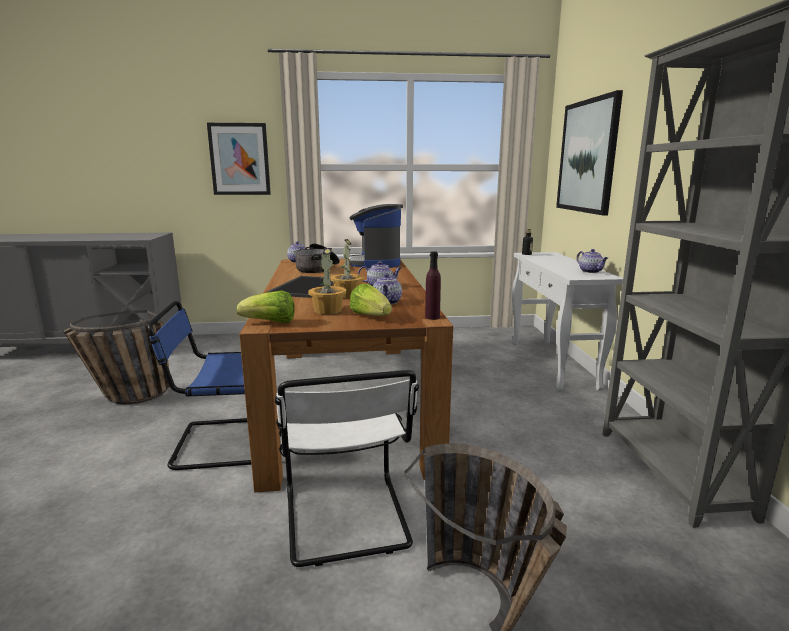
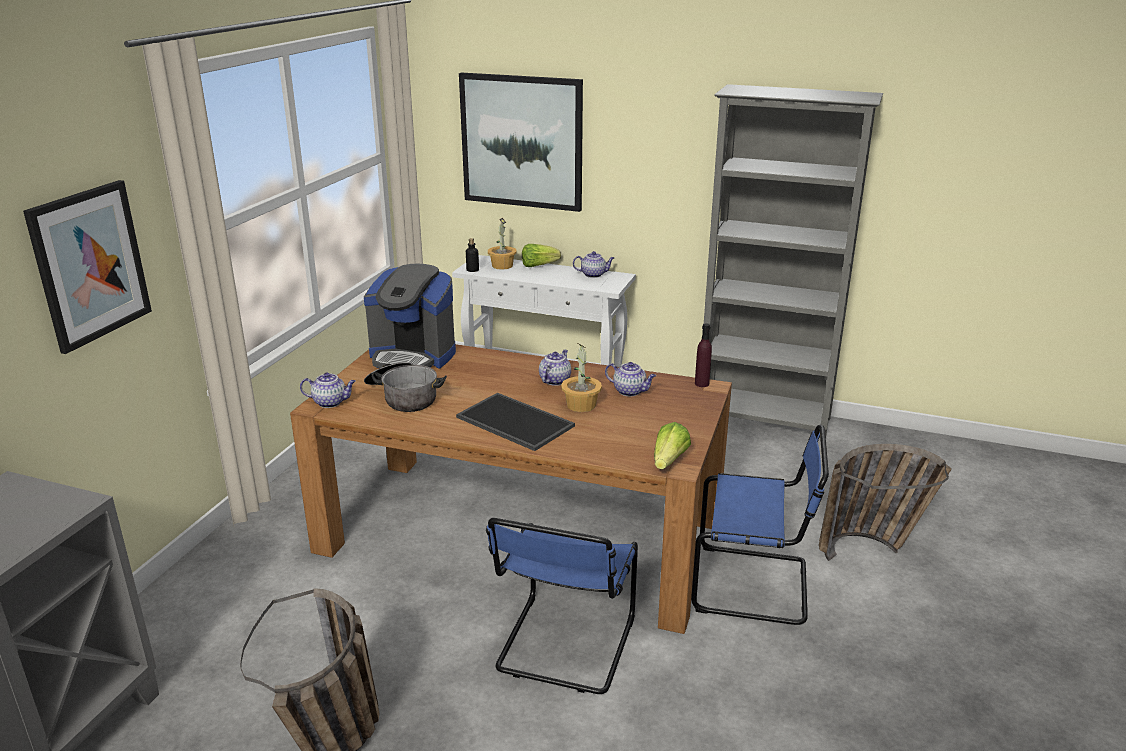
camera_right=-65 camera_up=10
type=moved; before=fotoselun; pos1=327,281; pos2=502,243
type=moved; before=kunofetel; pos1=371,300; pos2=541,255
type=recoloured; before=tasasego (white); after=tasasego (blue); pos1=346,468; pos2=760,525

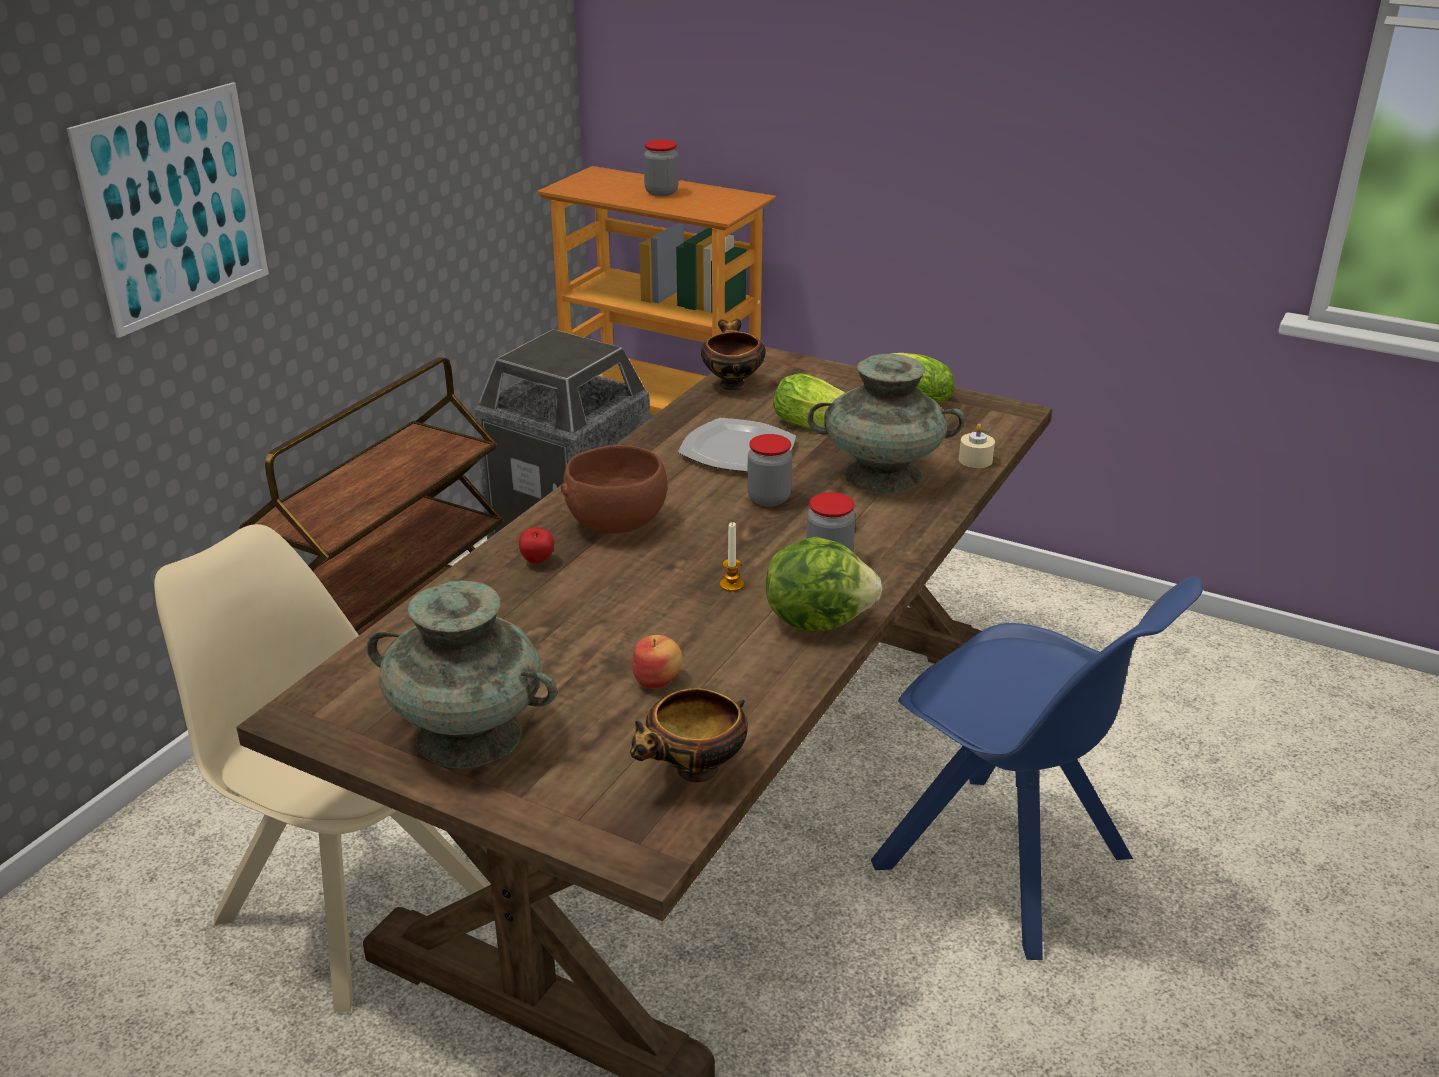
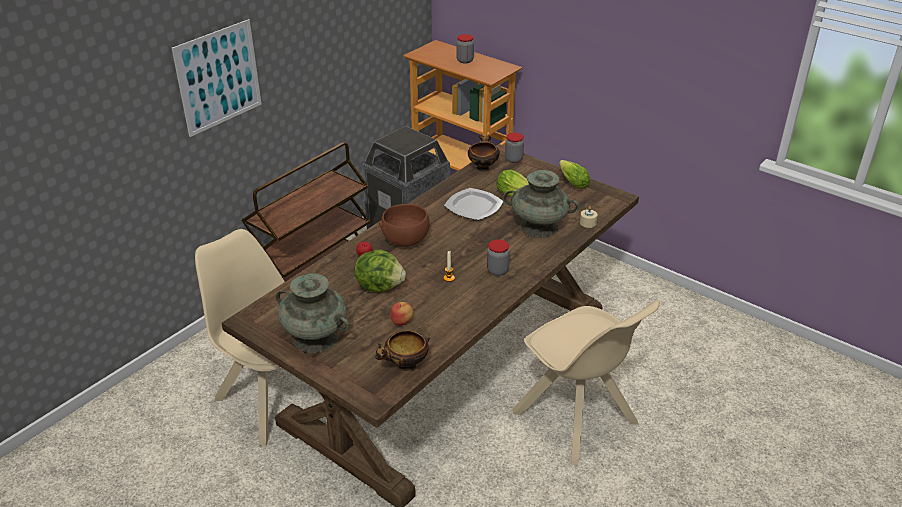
camera_right=10 camera_up=5
type=moved; before=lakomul; pos1=769,470; pos2=514,148
type=moved; before=kunofetel; pos1=823,584; pos2=380,270
type=recoloured; before=tasasego (blue); after=tasasego (beige); pos1=1037,768; pos2=586,383

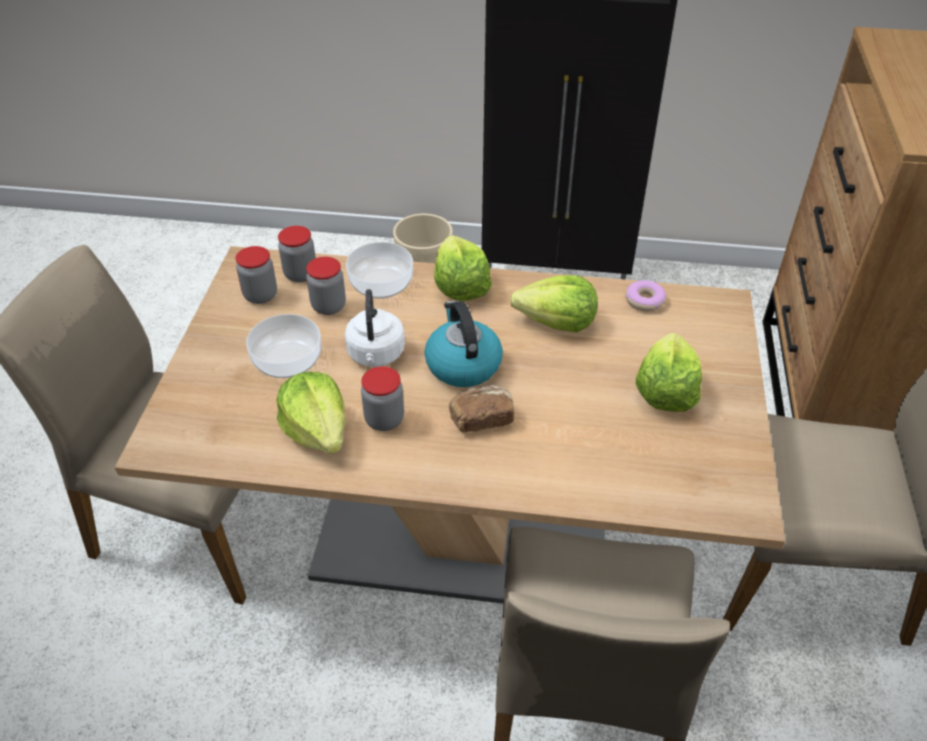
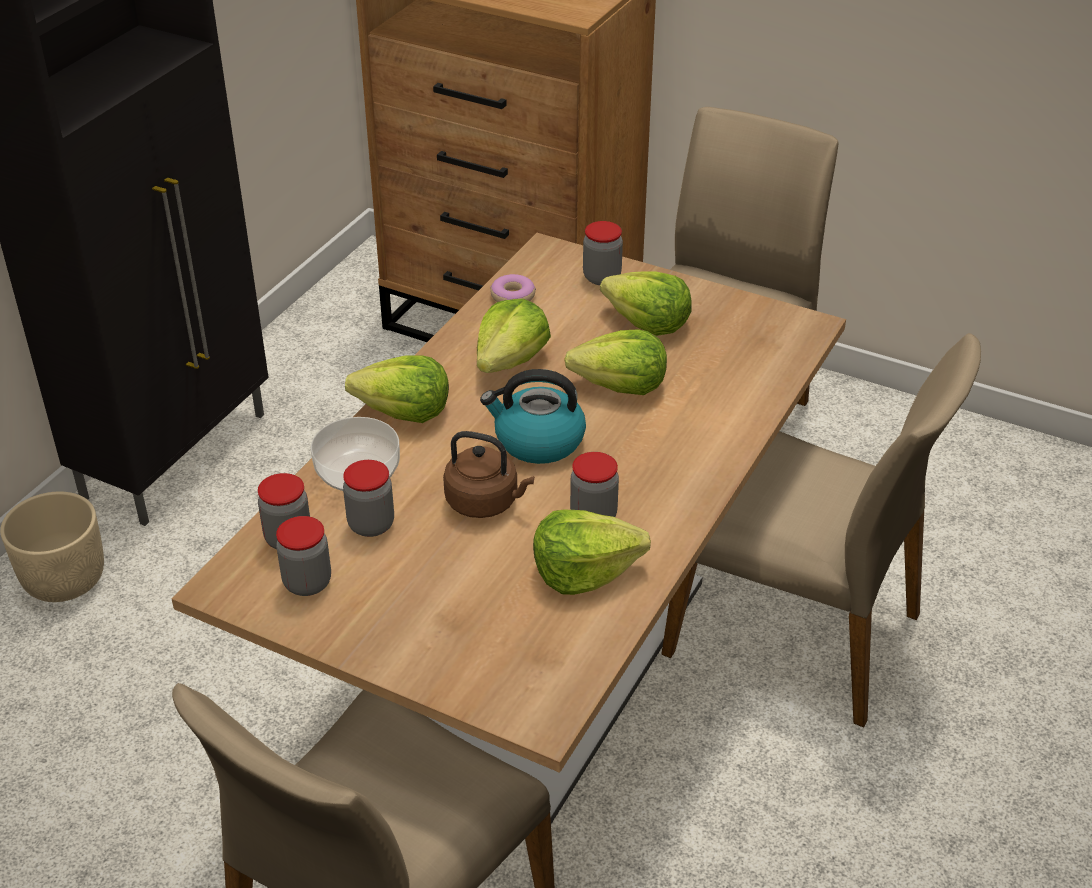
camera_right=-70 camera_up=-5
type=recoloured; before=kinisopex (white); after=kinisopex (brown); pos1=375,328; pos2=488,474
type=removed; before=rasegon; pos1=283,346
type=removed; before=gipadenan; pos1=481,408
type=added; after=lakomul; pos2=603,253
type=added; after=kunofetel; pos2=615,362

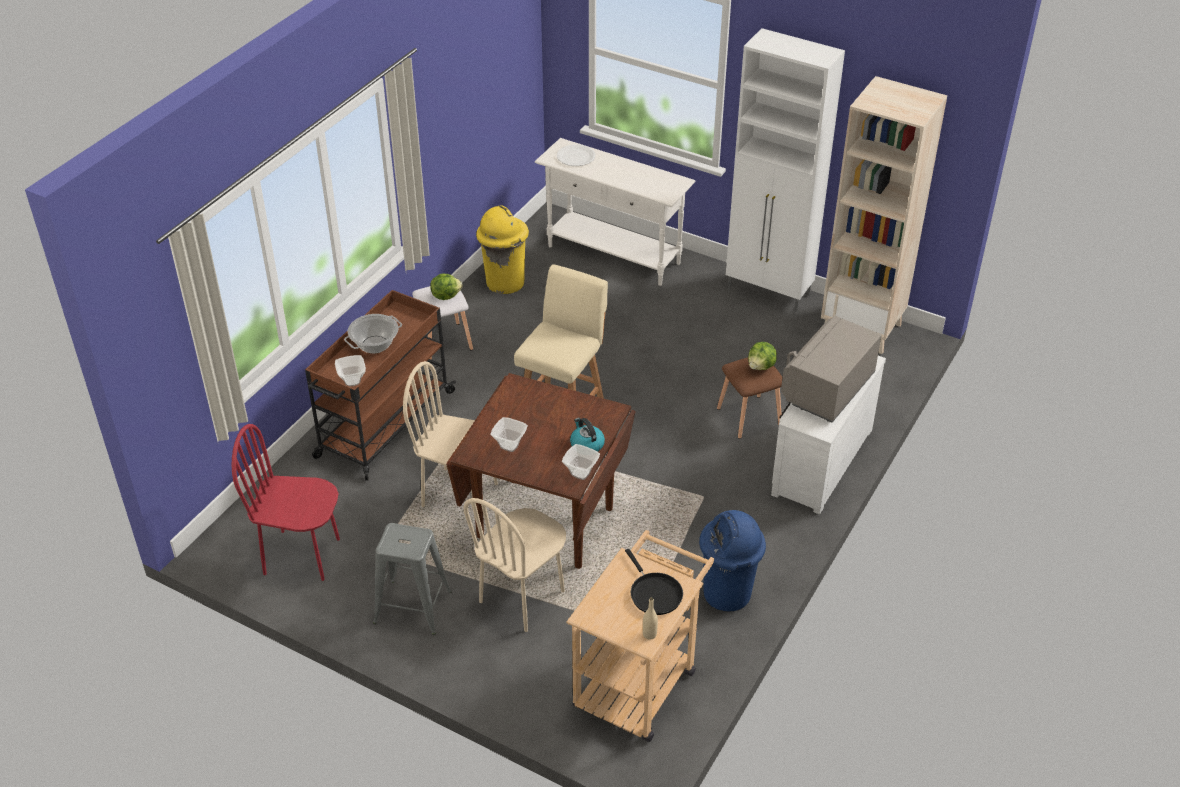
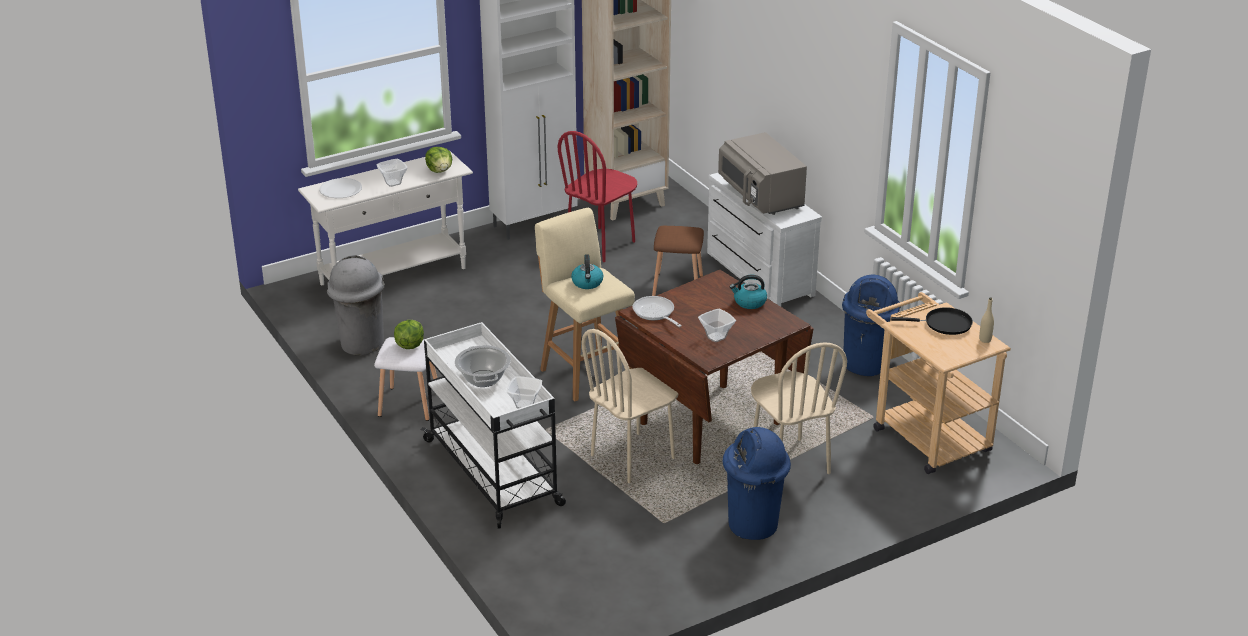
camera_right=-60 camera_up=-10
type=recoloured; before=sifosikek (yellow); after=sifosikek (grey); pos1=502,249; pos2=355,305
type=recoloured; before=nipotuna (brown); after=nipotuna (white); pos1=380,385; pos2=493,425
type=moved; before=kunofetel; pos1=762,356; pos2=438,160
type=moved; before=tasasego (red); pos1=286,502; pos2=597,196
type=moved; before=rasegon; pos1=581,462; pos2=392,173
type=replaced; before=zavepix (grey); after=sifosikek (blue); pos1=412,579; pos2=757,483
type=added; after=kinisopex; pos2=587,271
type=added; after=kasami; pos2=656,311

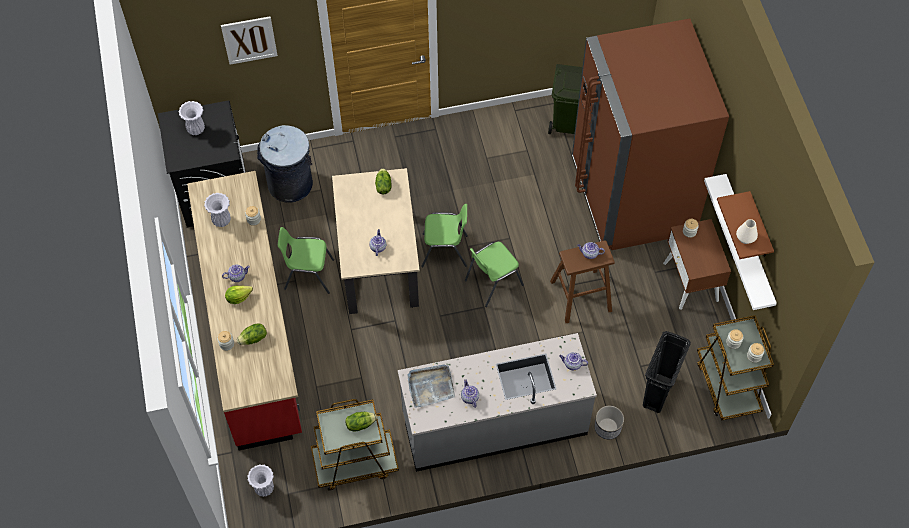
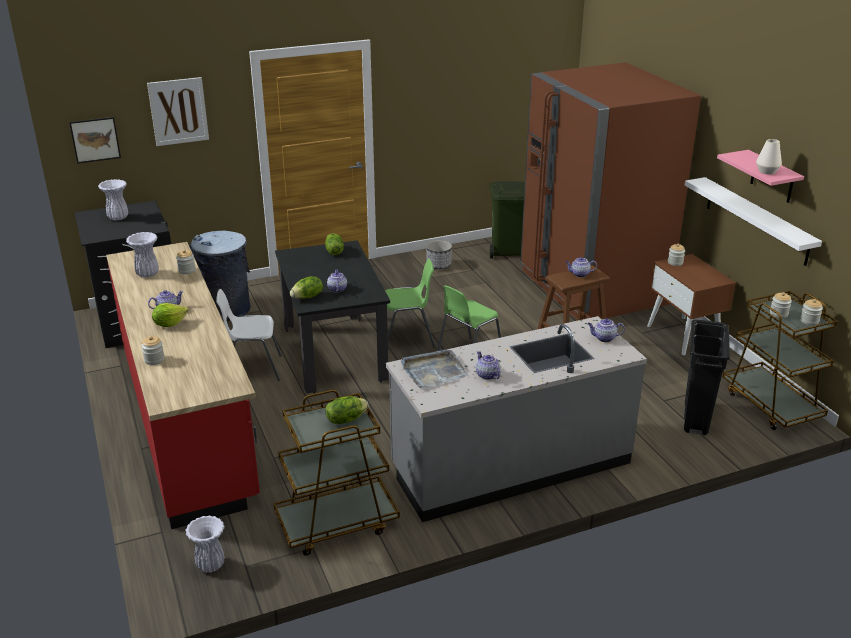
camera_right=-10 camera_up=-30
type=recoloured; before=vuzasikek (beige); after=vuzasikek (black); pos1=376,241; pos2=332,316
type=recoloured; before=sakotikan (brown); after=sakotikan (pink); pos1=745,225; pos2=760,176
type=recoloured; before=tasasego (green); after=tasasego (white); pos1=306,260; pos2=249,335
type=moved; before=kunofetel; pos1=252,334; pos2=306,287
type=moved; before=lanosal; pos1=609,422; pos2=439,254
type=added; after=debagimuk; pos2=95,140

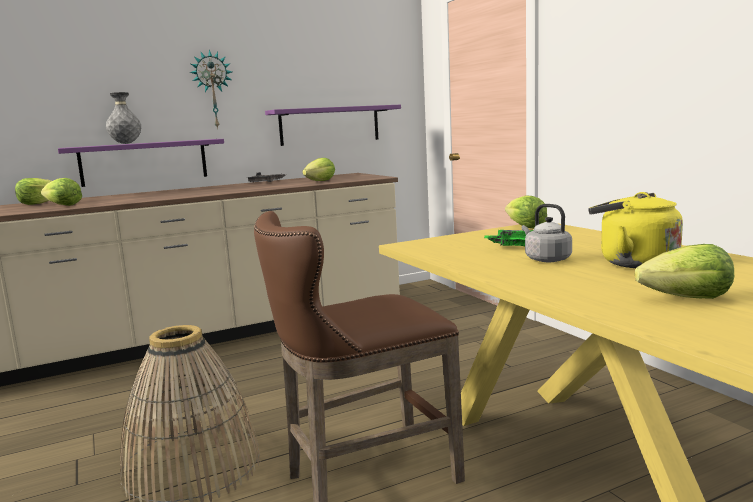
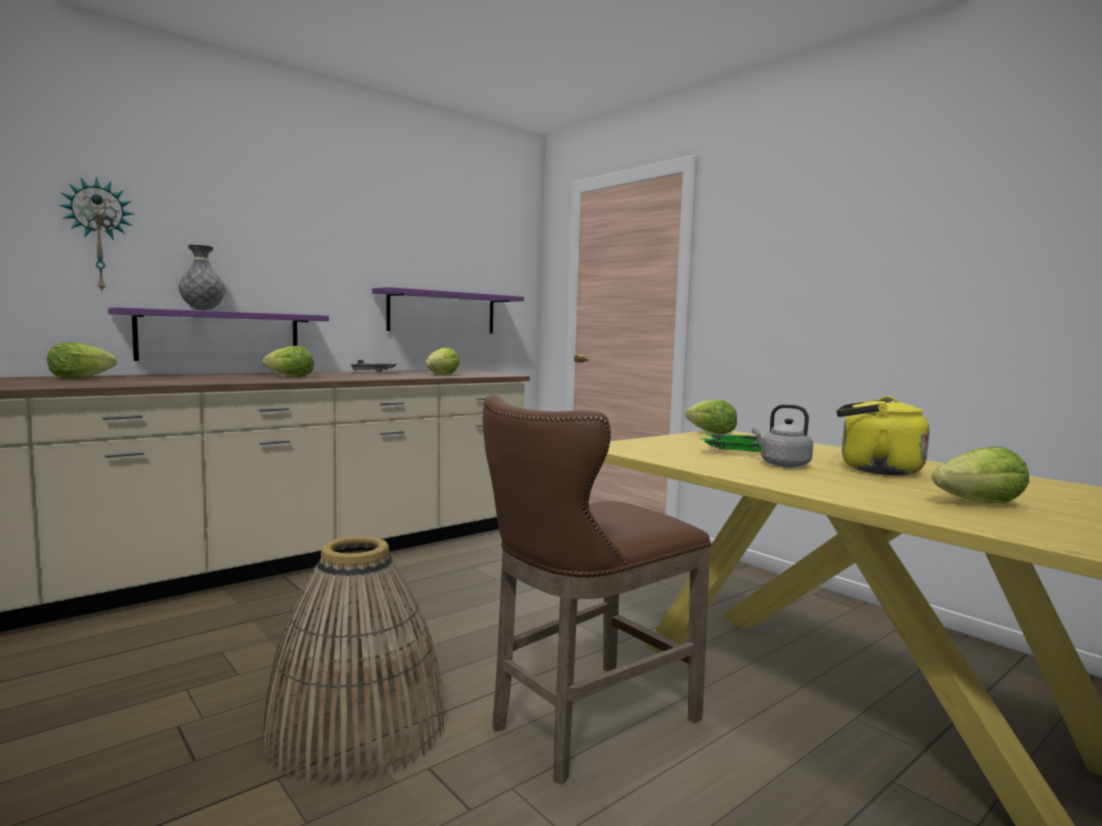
camera_right=-15 camera_up=-5
type=moved; before=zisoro; pos1=211,89; pos2=96,234
type=moved; before=kunofetel; pos1=61,192; pos2=288,361

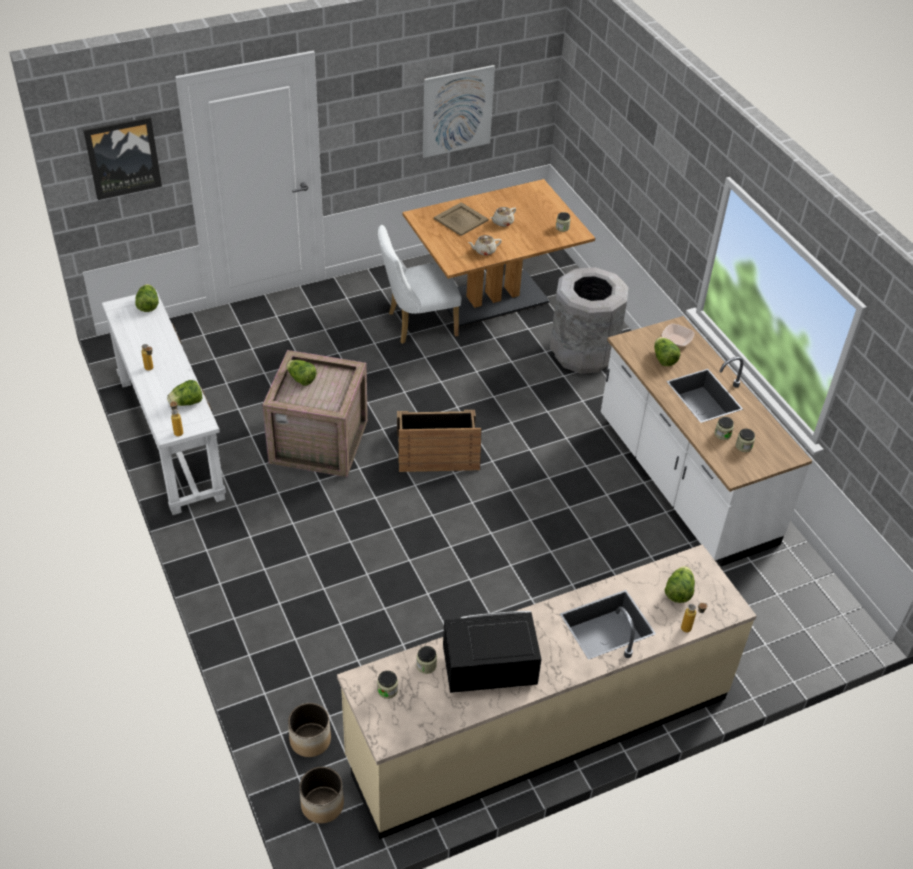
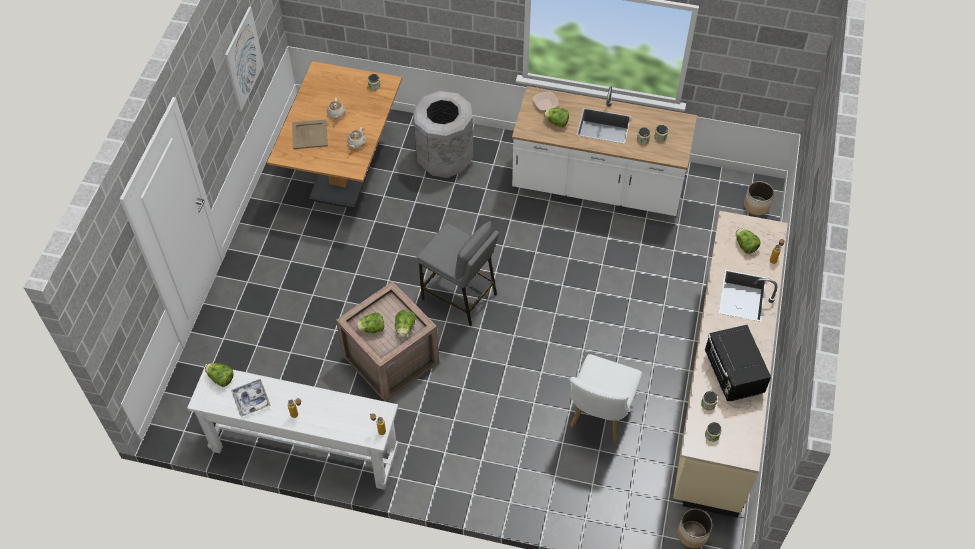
camera_right=-50 camera_up=10
type=removed; before=debagimuk; pos1=122,158
type=moved; before=tasasego (white); pos1=419,284; pos2=606,397
type=moved; before=kunofetel; pos1=184,393; pos2=405,324
type=replaced; before=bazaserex; after=zavepix (grey); pos1=439,441; pos2=458,273
type=turned; before=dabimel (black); pos1=492,652; pos2=738,363; turn=-45
type=moved; before=lanosal; pos1=309,730; pos2=759,198
type=added; after=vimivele; pos2=251,397

